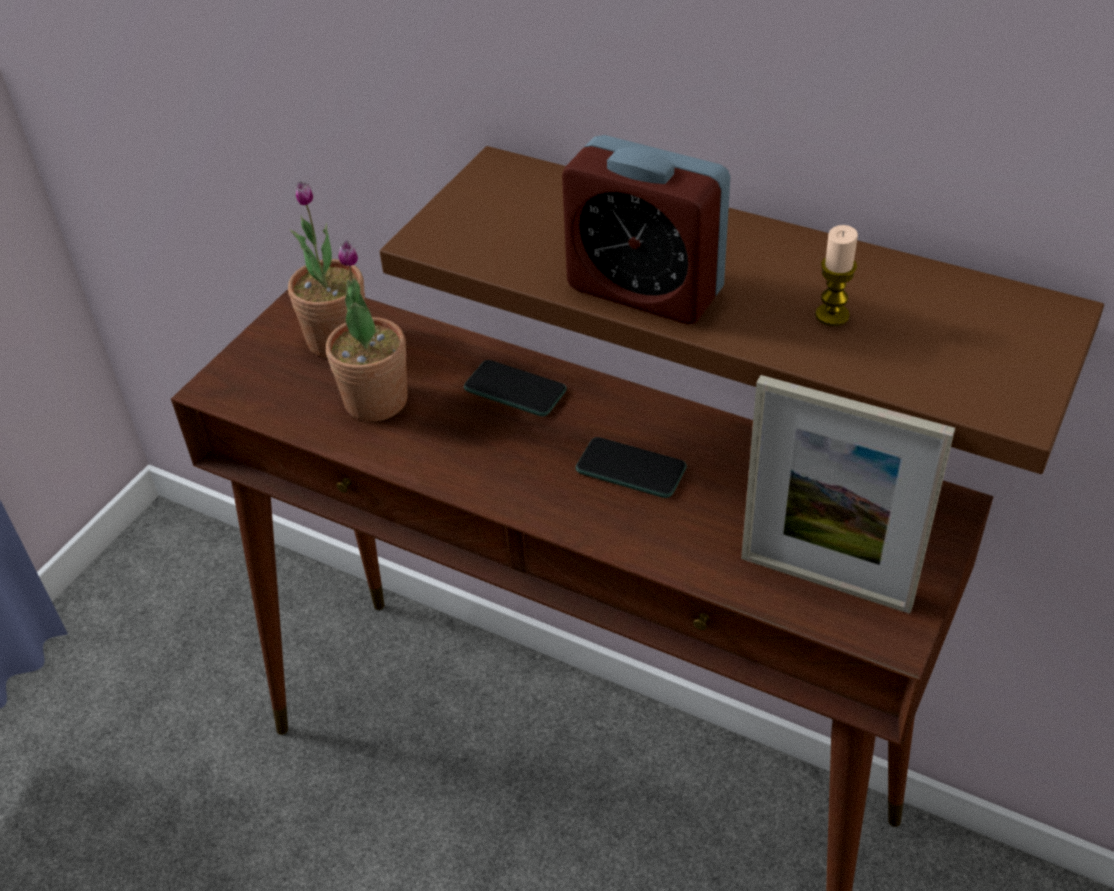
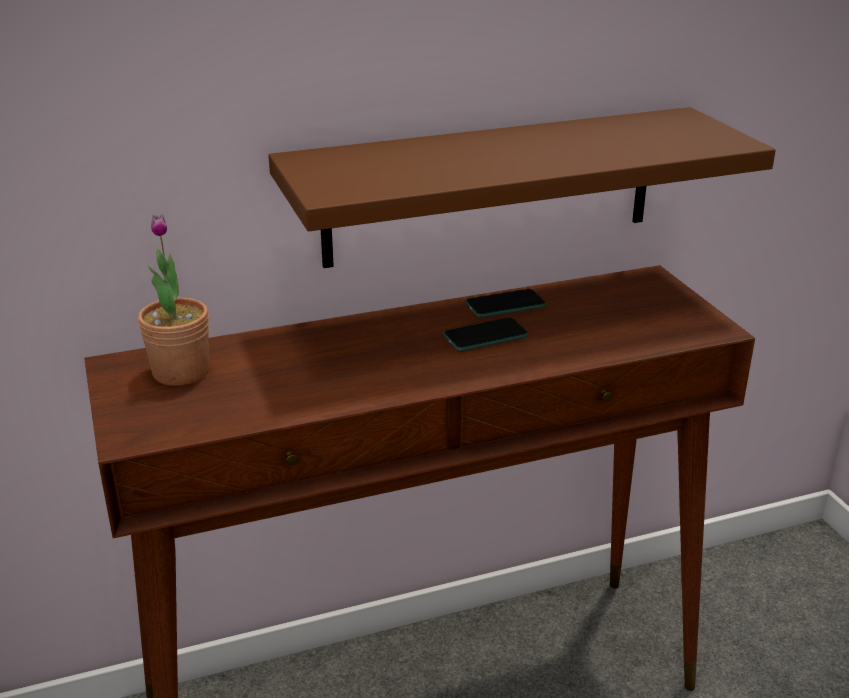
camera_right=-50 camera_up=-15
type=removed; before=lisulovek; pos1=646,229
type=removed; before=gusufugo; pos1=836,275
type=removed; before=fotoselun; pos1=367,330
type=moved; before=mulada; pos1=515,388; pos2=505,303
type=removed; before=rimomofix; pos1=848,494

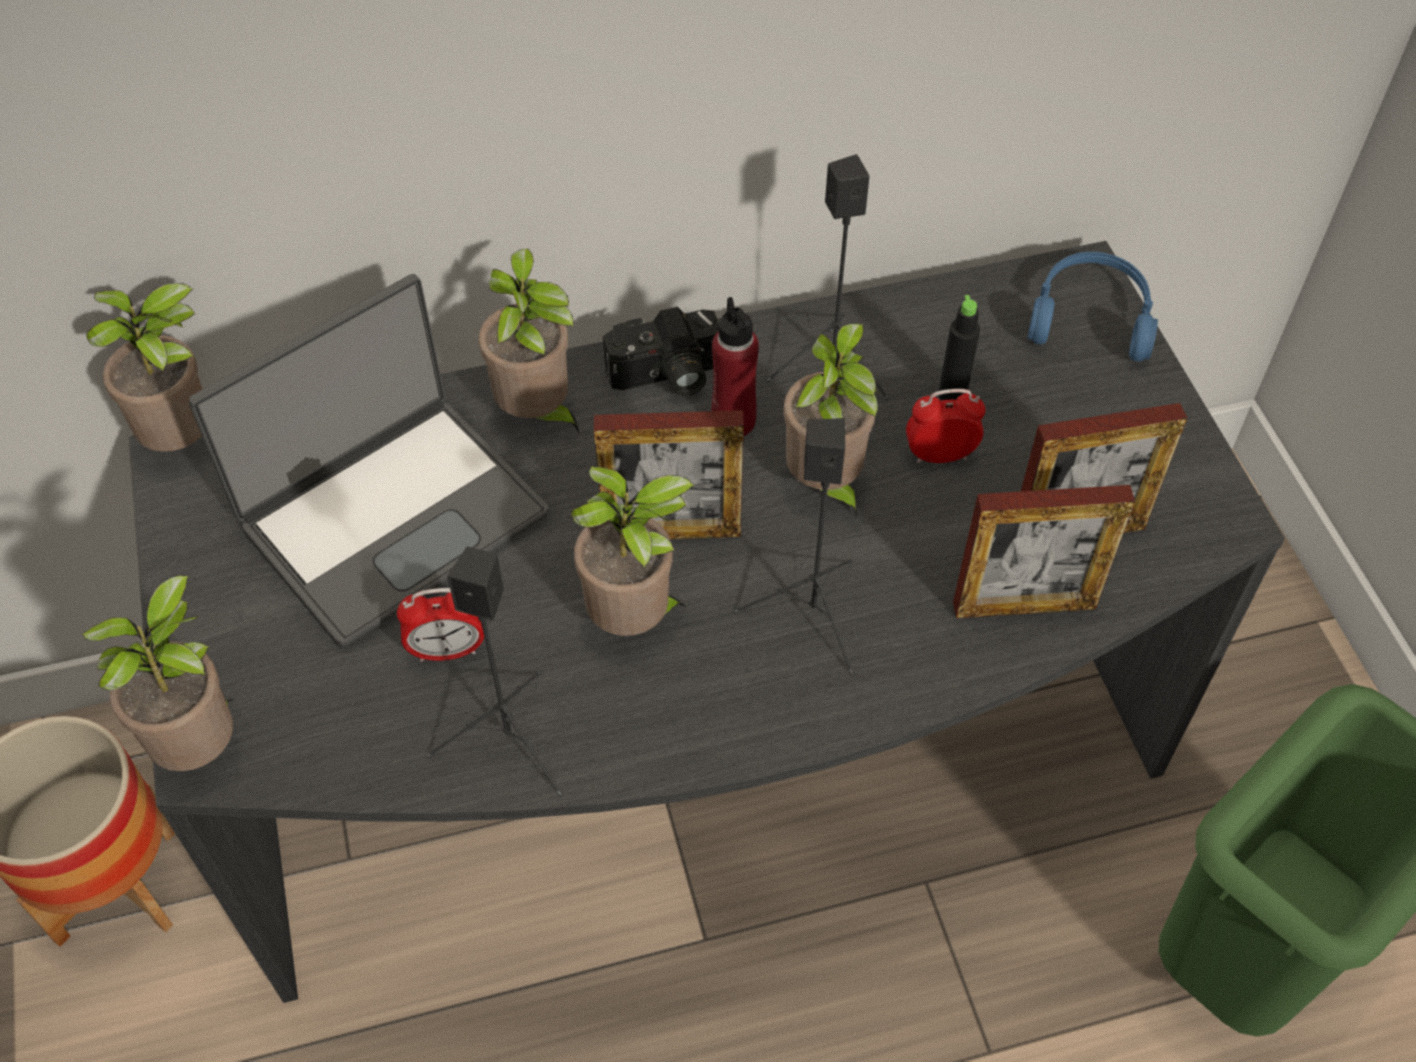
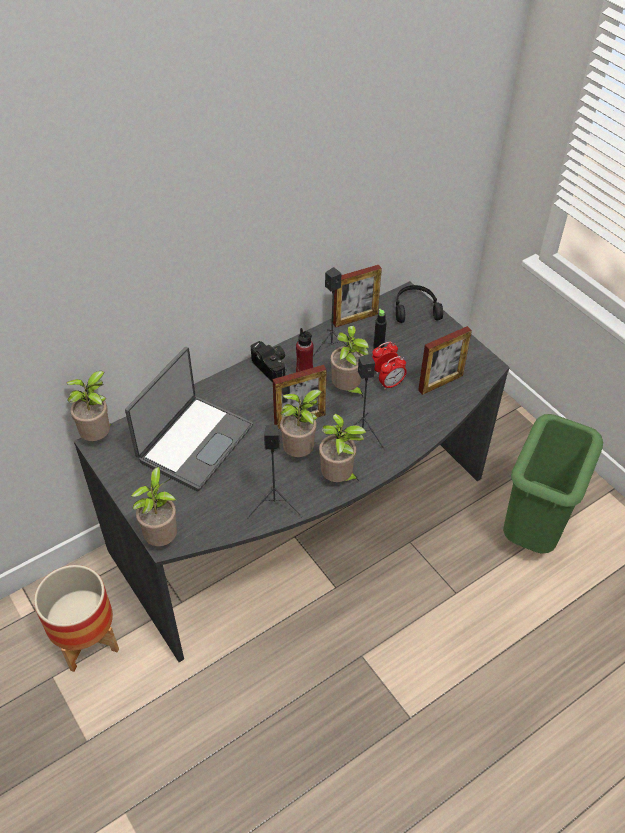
camera_right=-20 camera_up=-5
type=moved; before=fotoselun; pos1=529,341; pos2=342,448
type=recoloured; before=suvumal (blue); after=suvumal (black); pos1=1093,307; pos2=419,304
type=turned; before=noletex; pos1=661,351; pos2=269,362; turn=-90
type=moved; before=rimomofix; pos1=1044,551; pos2=357,296
type=moved; before=lisulovek; pos1=440,625; pos2=393,372

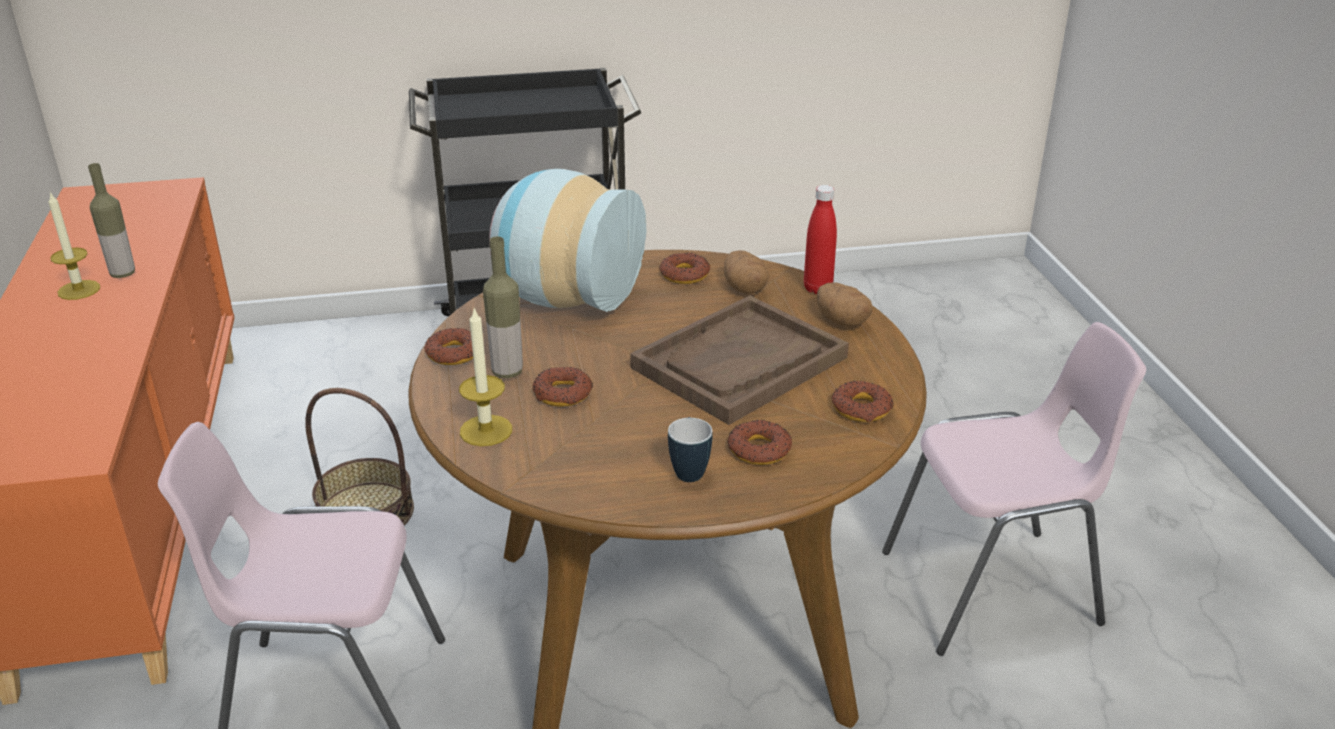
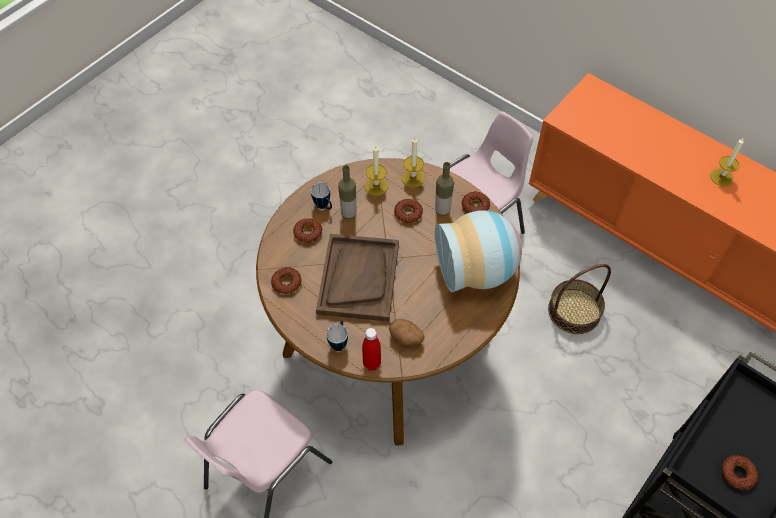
camera_right=140 camera_up=25
type=moved; before=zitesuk; pos1=111,220; pos2=347,192
type=moved; before=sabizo; pos1=684,268; pos2=740,472
type=replaced; before=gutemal; after=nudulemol; pos1=845,304; pos2=337,336
type=added; after=gusufugo; pos2=376,170

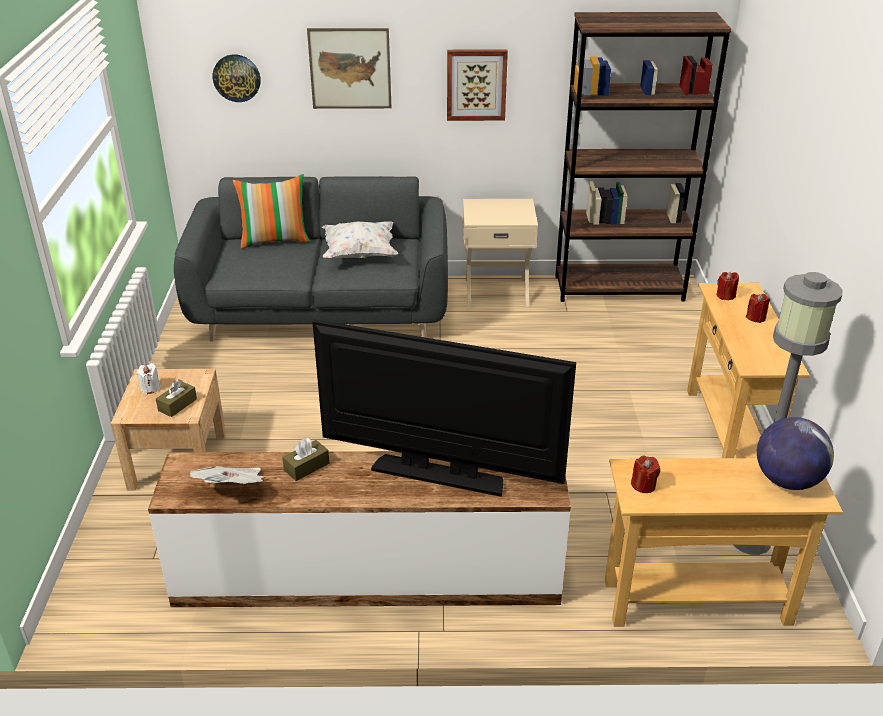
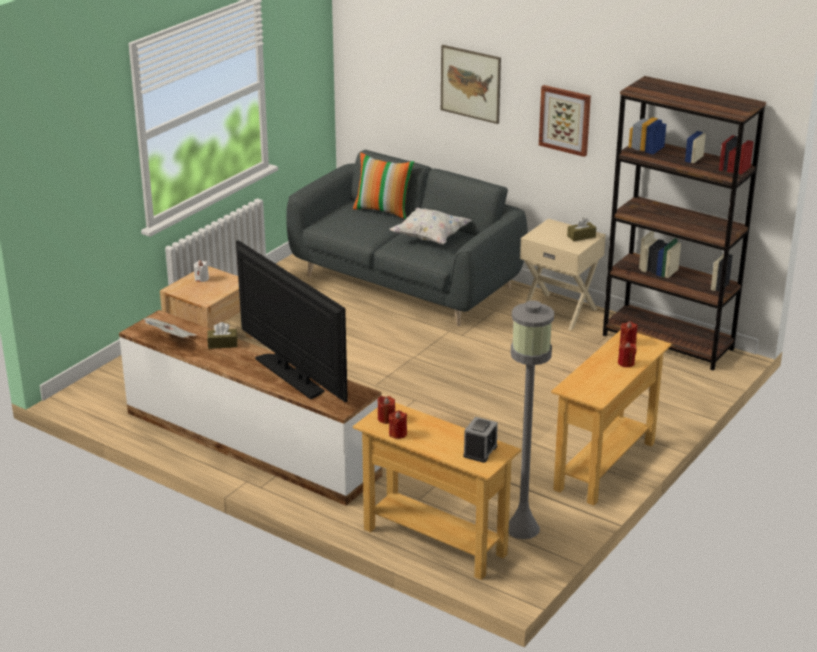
camera_right=35 camera_up=-5
type=removed; before=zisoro; pos1=236,78
type=moved; before=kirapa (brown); pos1=176,398; pos2=581,229
type=replaced; before=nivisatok; after=lisulovek; pos1=795,453; pos2=480,440
type=added; after=gusufugo (red); pos2=398,424

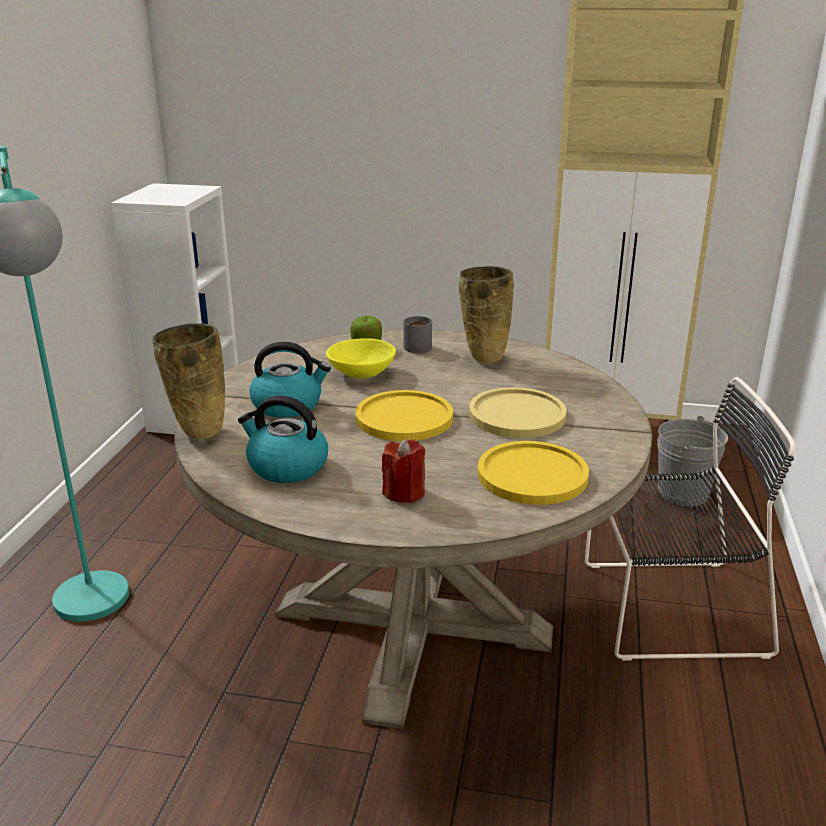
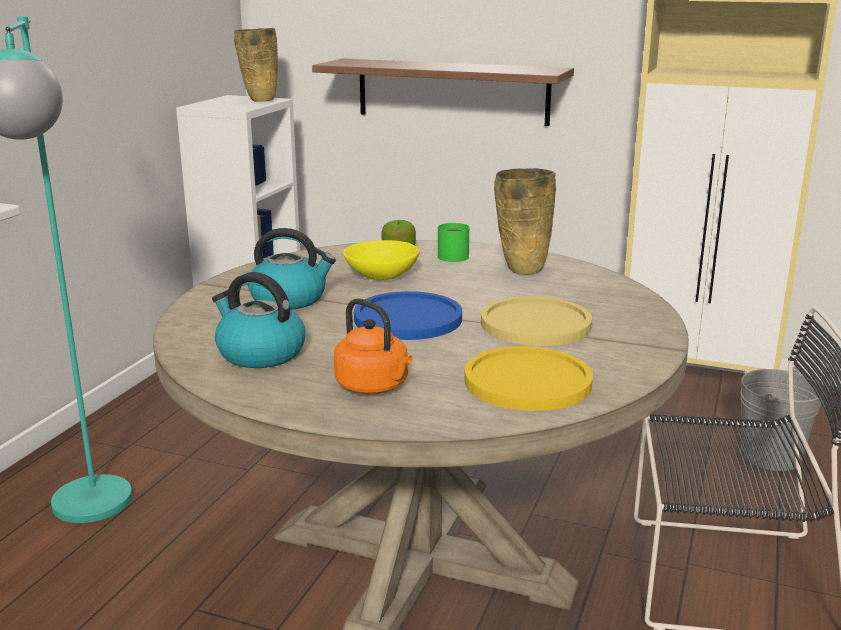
camera_right=10 camera_up=-5
type=recoloured; before=nudulemol (grey); after=nudulemol (green); pos1=417,334; pos2=453,242
type=moved; before=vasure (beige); pos1=188,381; pos2=256,65
type=recoloured; before=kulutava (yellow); after=kulutava (blue); pos1=404,415; pos2=408,315
type=replaced; before=gusufugo (red); after=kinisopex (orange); pos1=403,471; pos2=373,346
type=added; after=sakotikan; pos2=443,92

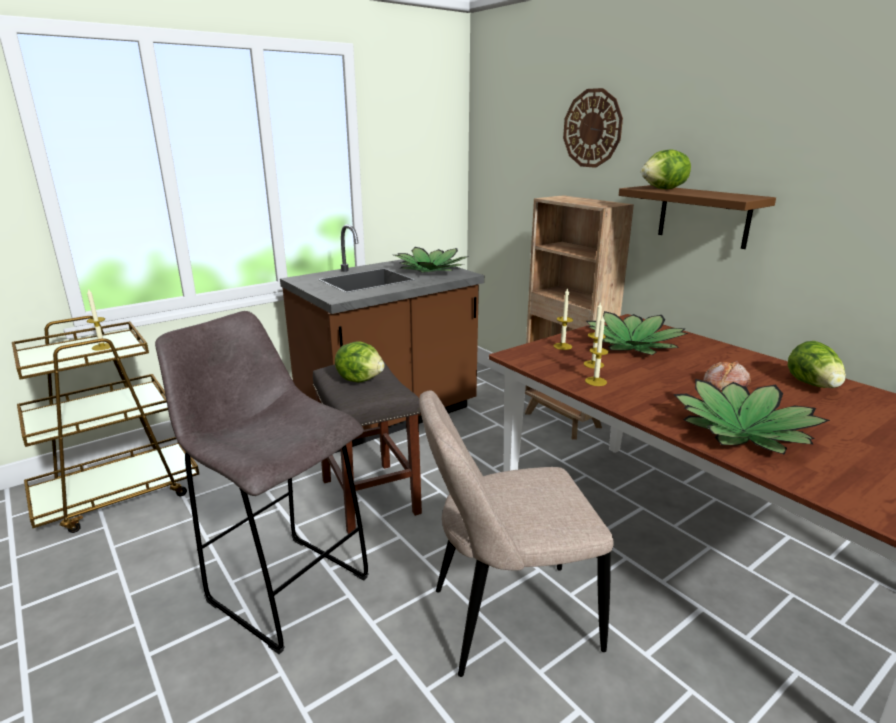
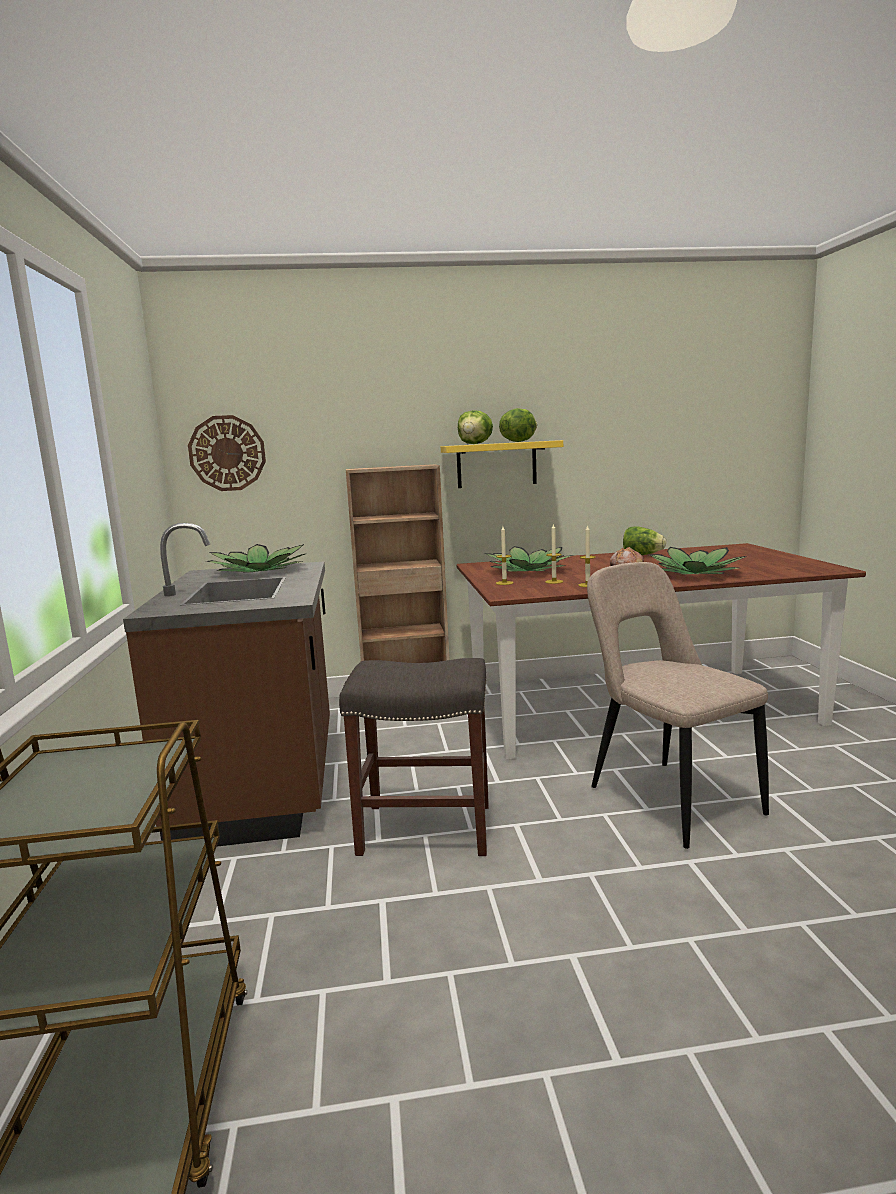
camera_right=-60 camera_up=-10
type=moved; before=zisoro; pos1=593,128; pos2=227,453
type=recoloured; before=sakotikan (brown); after=sakotikan (yellow); pos1=697,217; pos2=502,464
type=removed; before=gusufugo; pos1=99,319
type=removed; before=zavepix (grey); pos1=262,482
type=moved; before=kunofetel; pos1=360,361; pos2=518,425
type=turned; before=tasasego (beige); pos1=516,533; pos2=678,705; turn=135

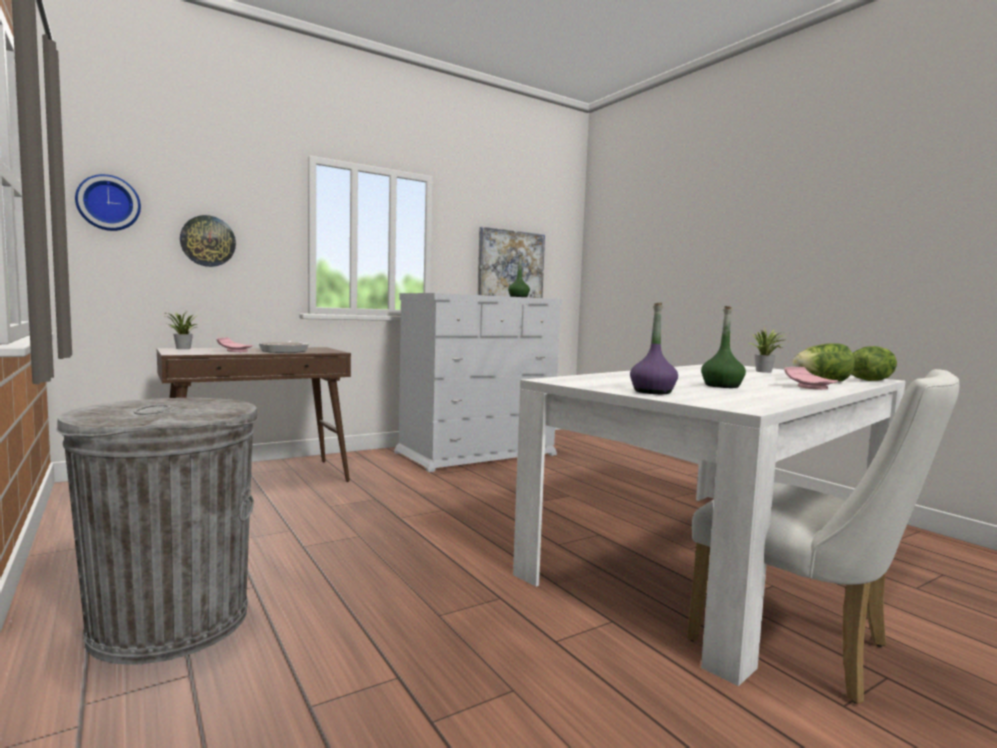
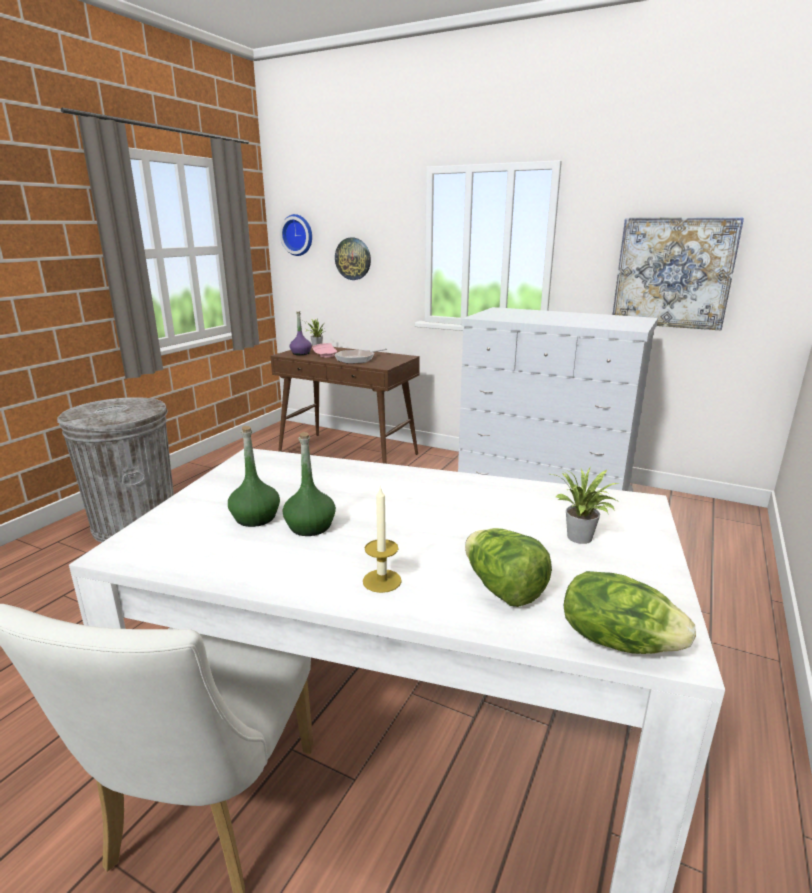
camera_right=60 camera_up=15
type=moved; before=zitesuk (green); pos1=519,276; pos2=254,476
type=moved; before=zitesuk (purple); pos1=654,348; pos2=301,333
type=replaced; before=kulutava (pink); after=gusufugo; pos1=811,378; pos2=382,539

